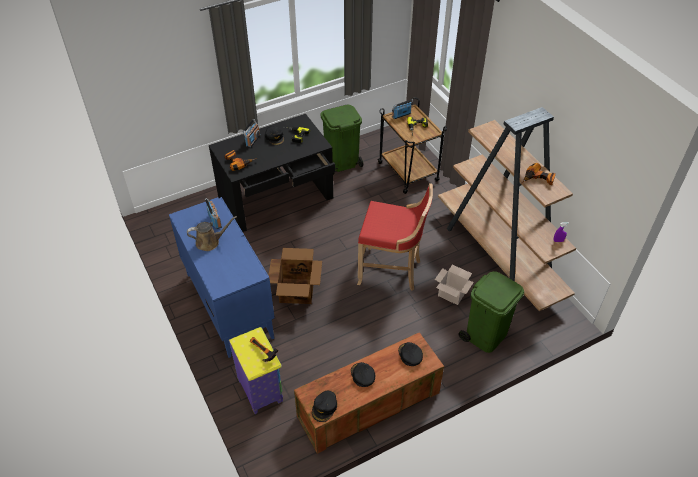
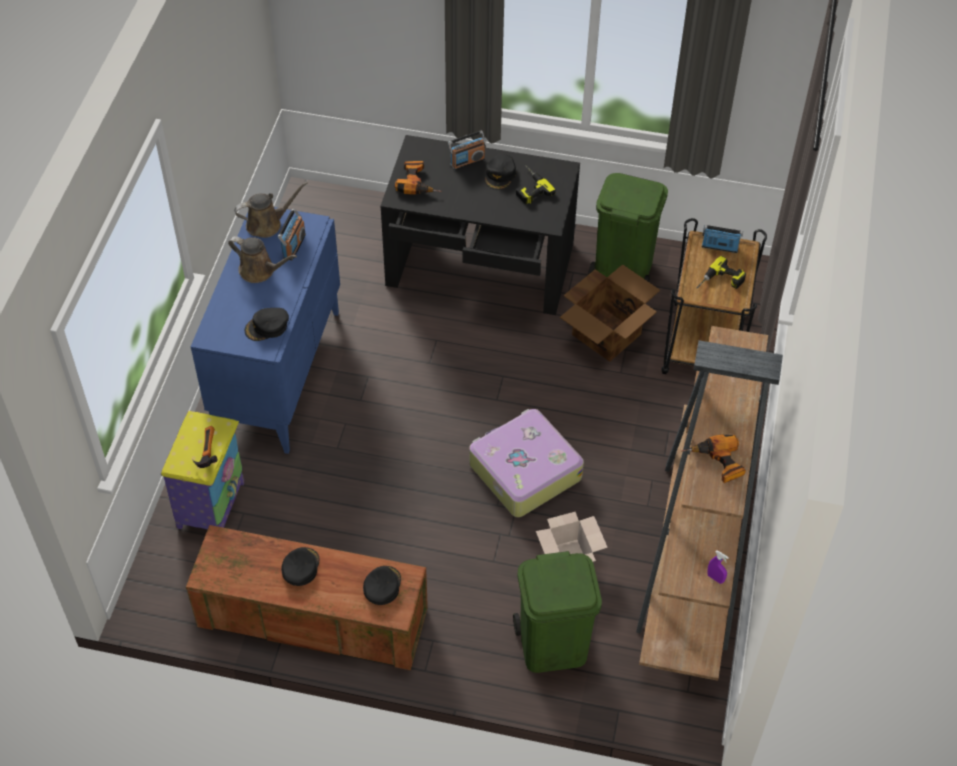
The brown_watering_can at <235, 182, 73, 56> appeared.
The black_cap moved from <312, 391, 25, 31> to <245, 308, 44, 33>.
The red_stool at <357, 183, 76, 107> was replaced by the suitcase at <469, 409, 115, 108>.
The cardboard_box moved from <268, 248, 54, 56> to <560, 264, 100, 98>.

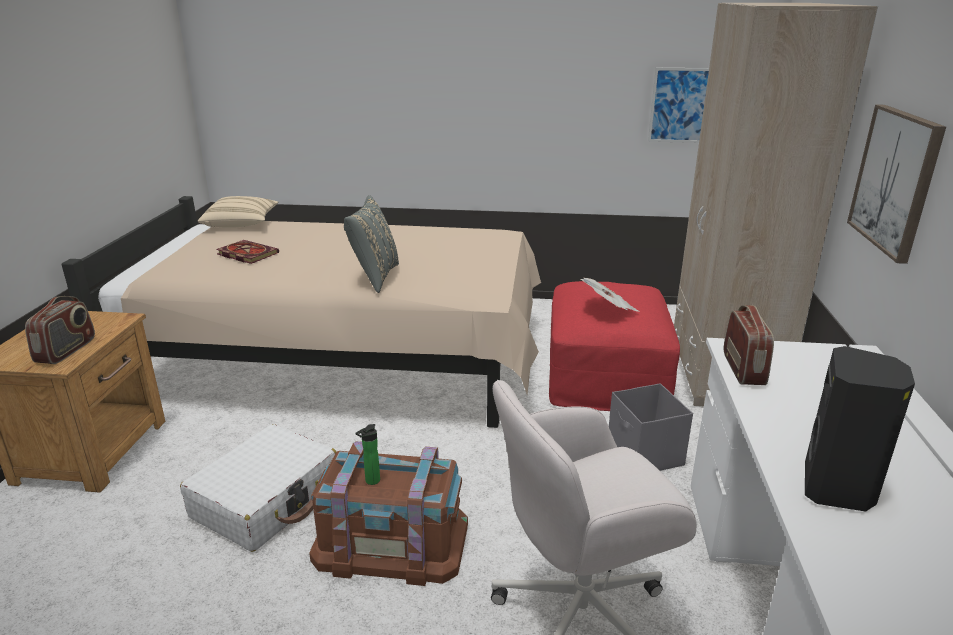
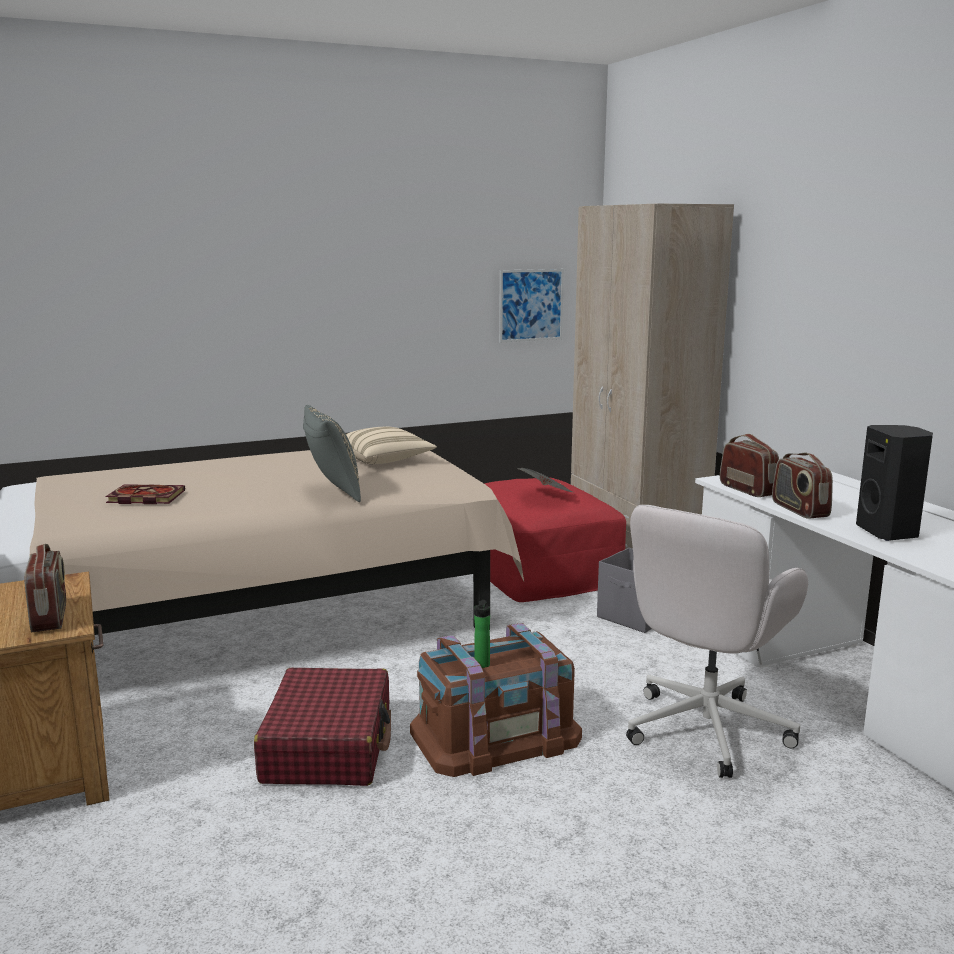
The white_suitcase at <180, 424, 156, 128> became the red_suitcase at <254, 668, 137, 118>.
The beige_pillow moved from <198, 196, 81, 32> to <346, 427, 91, 37>.
The radio at <772, 453, 61, 66> appeared.
The picture at <847, 105, 99, 159> disappeared.

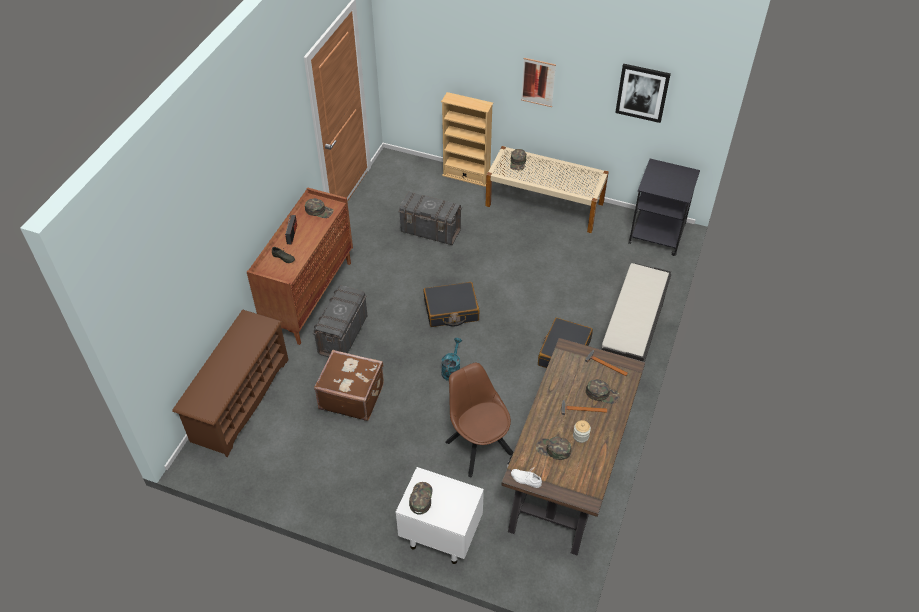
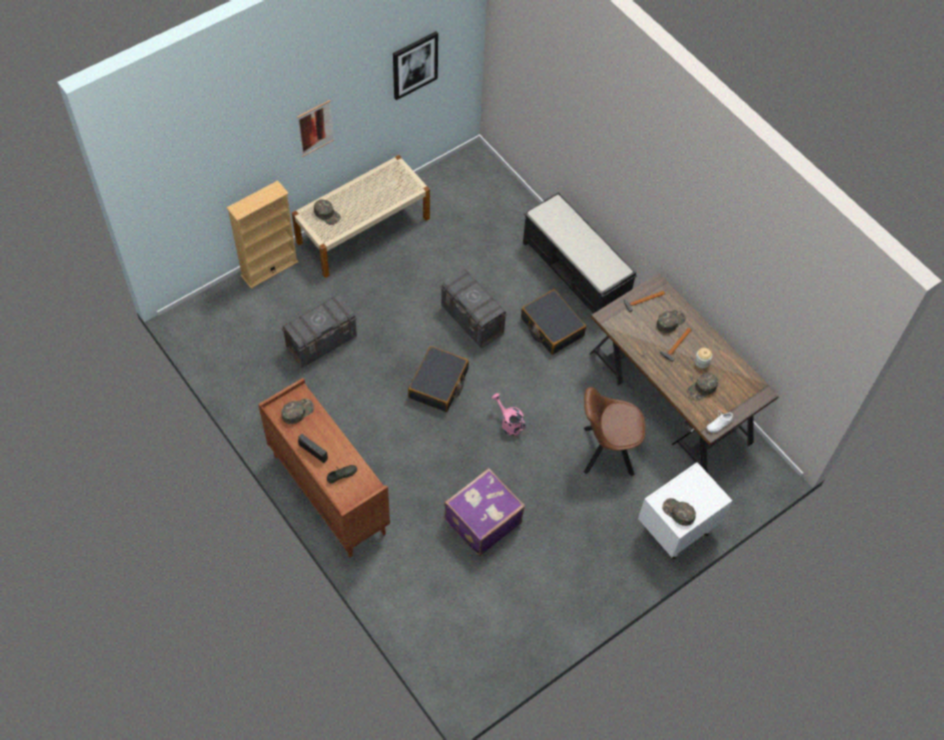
The grey_storage_box moved from <313, 285, 54, 72> to <440, 269, 67, 79>.
The brown_suitcase at <314, 350, 70, 71> became the purple_suitcase at <444, 468, 81, 88>.
The turquoise_watering_can at <441, 338, 21, 43> became the pink_watering_can at <492, 393, 34, 43>.
The brown_shoe_rack at <172, 310, 116, 147> disappeared.
The black_cart at <628, 159, 72, 97> disappeared.

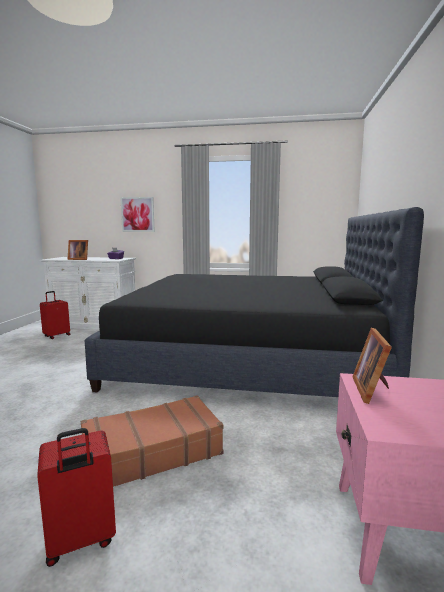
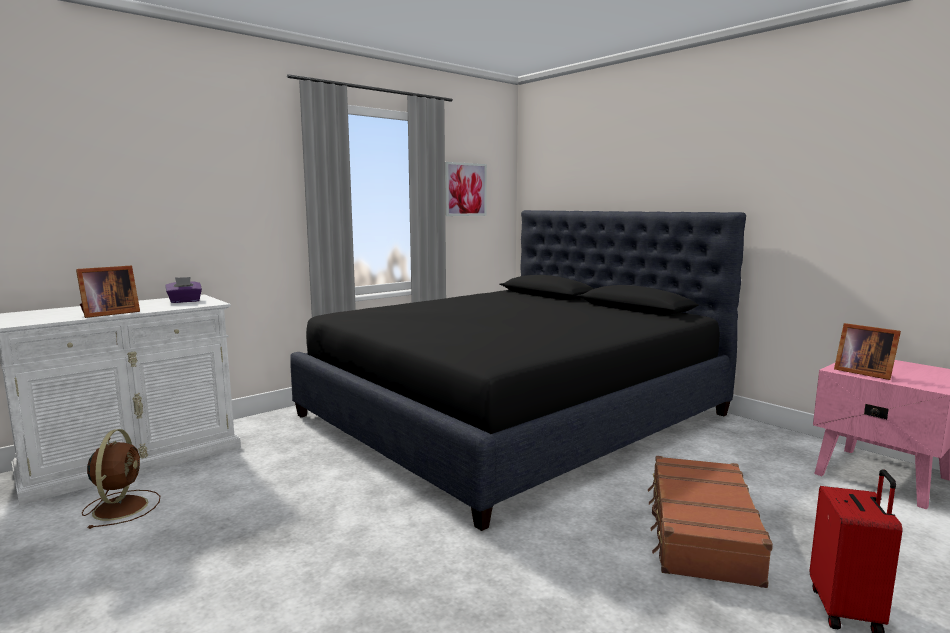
The red_suitcase at <40, 291, 30, 48> was replaced by the brown_fan at <82, 429, 78, 100>.
The picture moved from <120, 197, 35, 35> to <445, 162, 42, 54>.

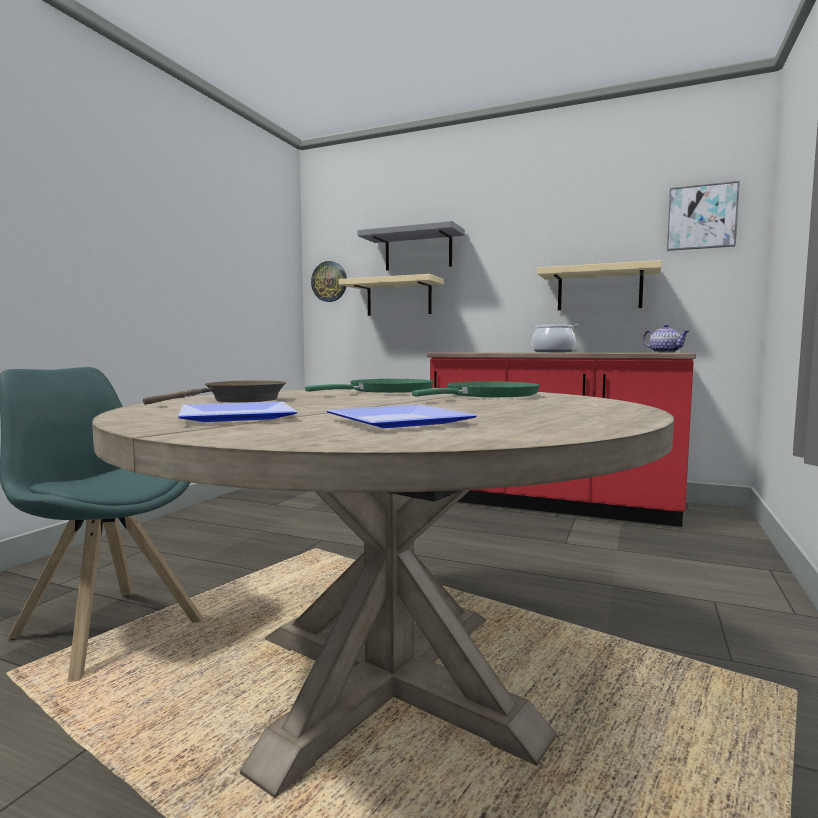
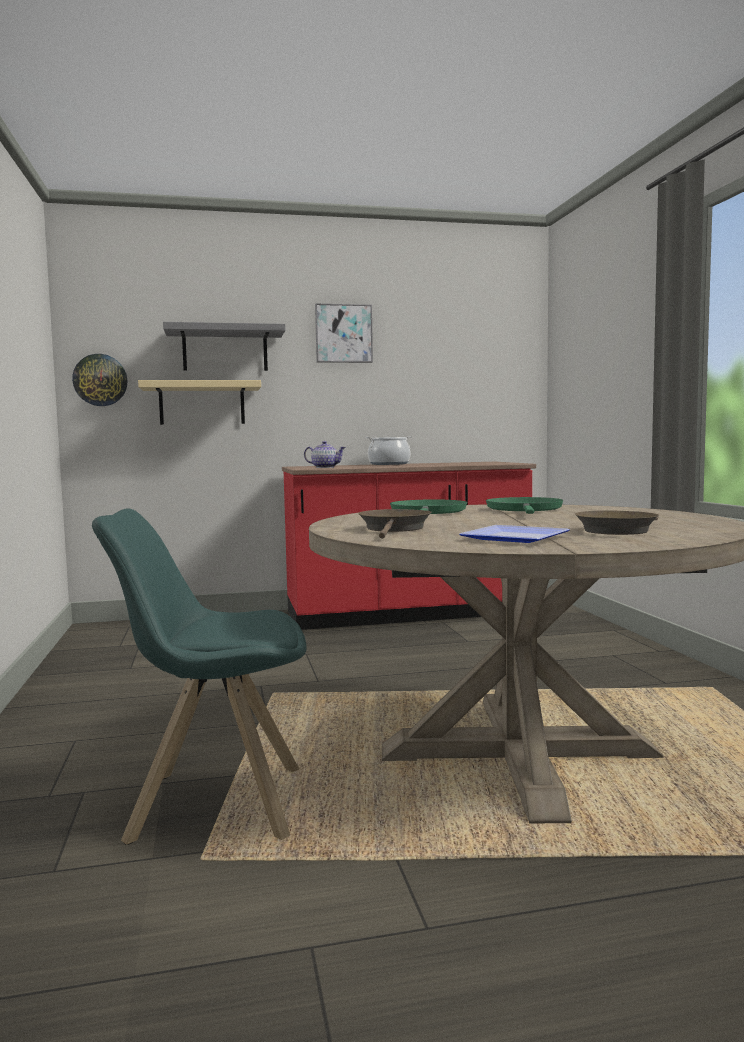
The teapot moved from <643, 324, 46, 29> to <304, 441, 42, 27>.
The picture moved from <667, 181, 73, 70> to <315, 304, 58, 59>.
The plate at <326, 404, 152, 24> was replaced by the brown_frying_pan at <575, 510, 84, 25>.
The beige_shelf at <537, 260, 125, 50> disappeared.

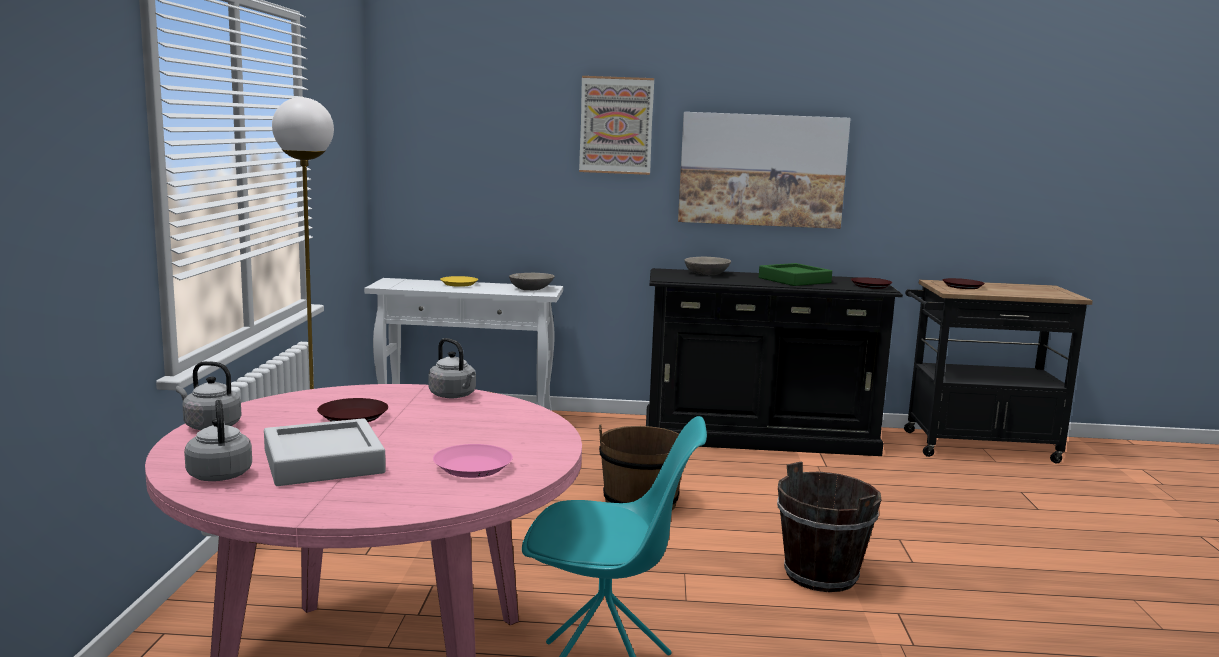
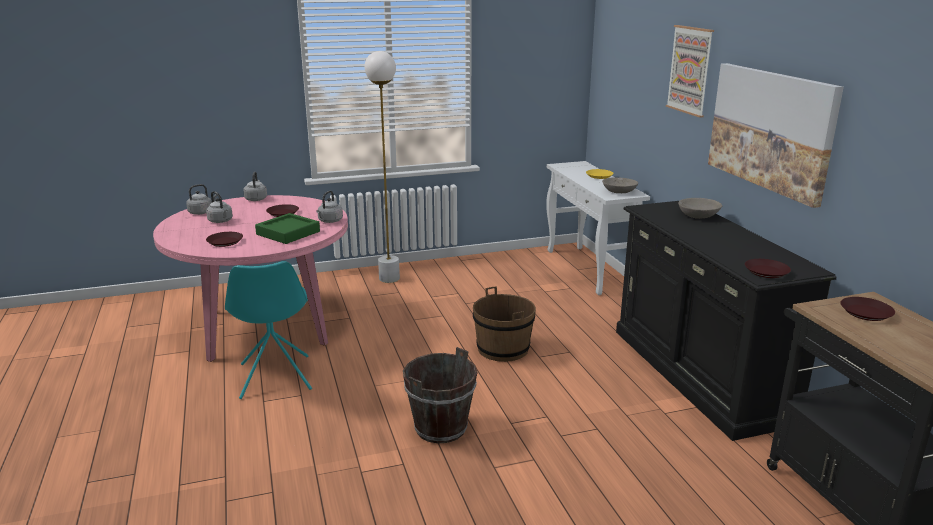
The grey_tray at <264, 418, 122, 68> was replaced by the grey_kettle at <206, 191, 27, 32>.
The pink_plate at <433, 444, 80, 34> became the brown_plate at <206, 232, 37, 15>.
The green_tray moved from <759, 263, 73, 23> to <255, 213, 65, 31>.

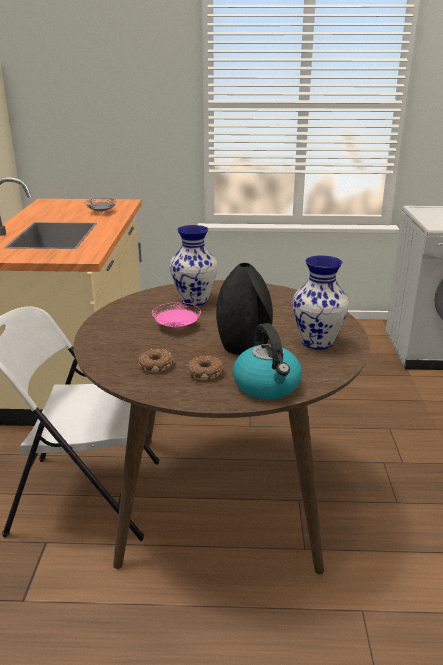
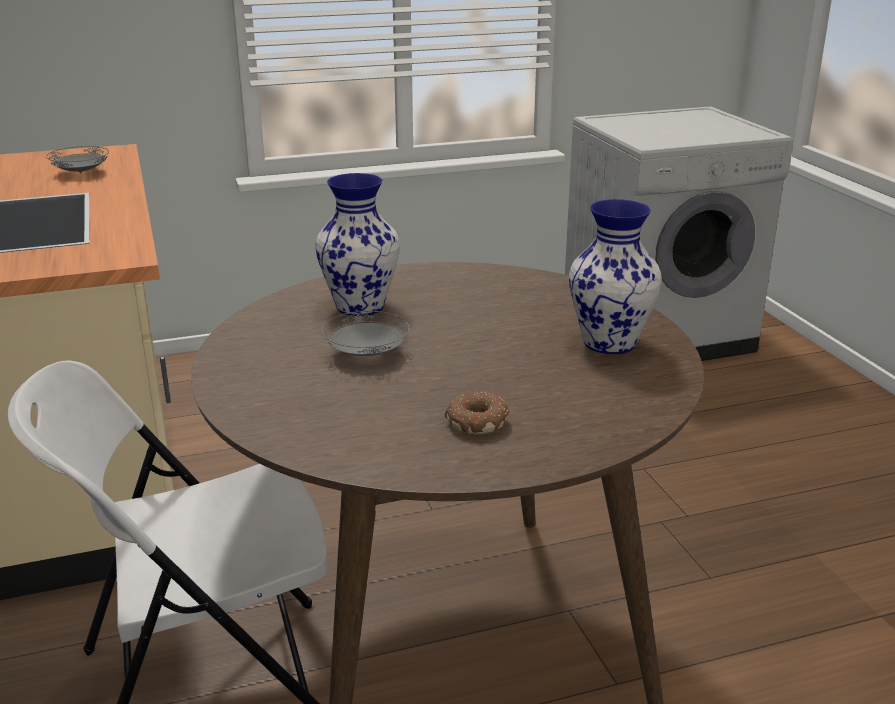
The pink_plate at <152, 302, 49, 26> became the grey_plate at <322, 311, 87, 45>.
The donut at <138, 349, 35, 23> disappeared.
The black_vase at <216, 263, 57, 92> disappeared.
The kettle at <233, 323, 69, 76> disappeared.

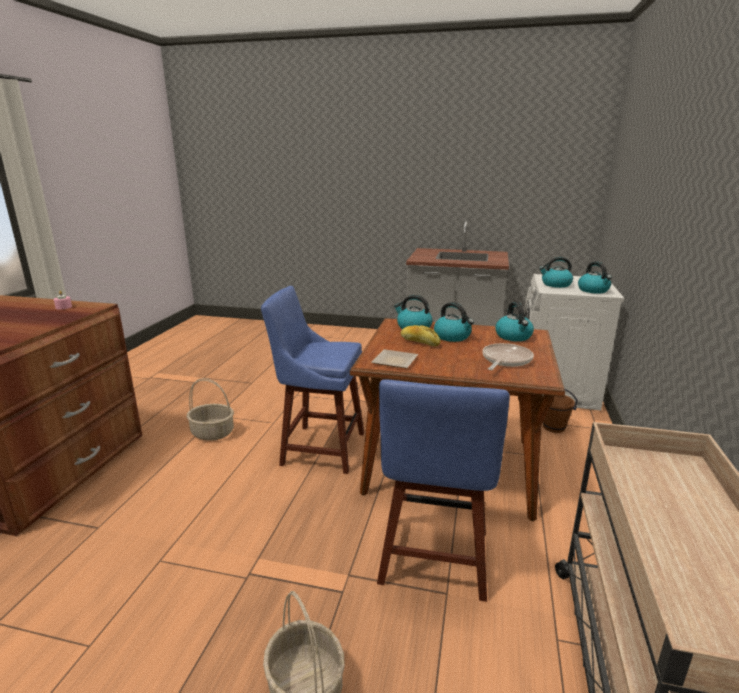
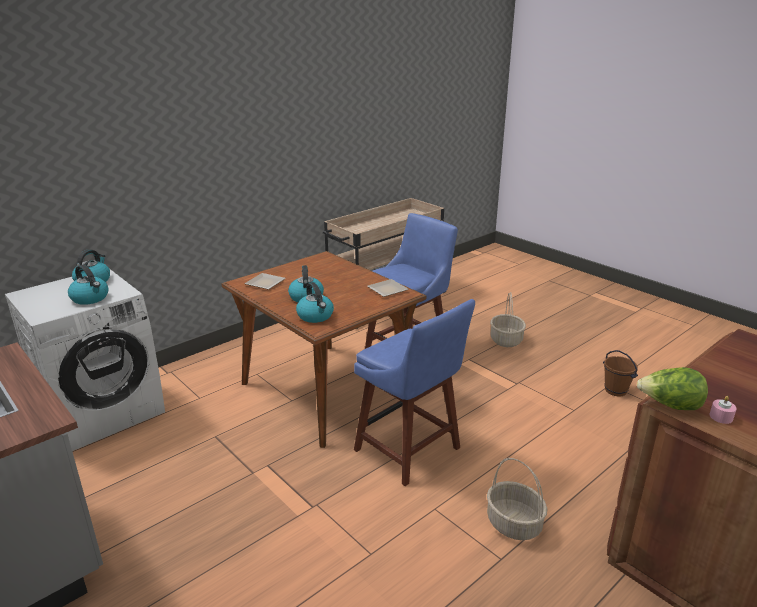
The kettle at <495, 302, 39, 39> was replaced by the plate at <244, 273, 42, 17>.
The brown_bucket moved from <542, 388, 36, 45> to <603, 350, 35, 47>.
The lettuce at <637, 367, 71, 43> appeared.
The bread at <401, 325, 39, 22> disappeared.
The frying_pan at <482, 343, 52, 27> disappeared.

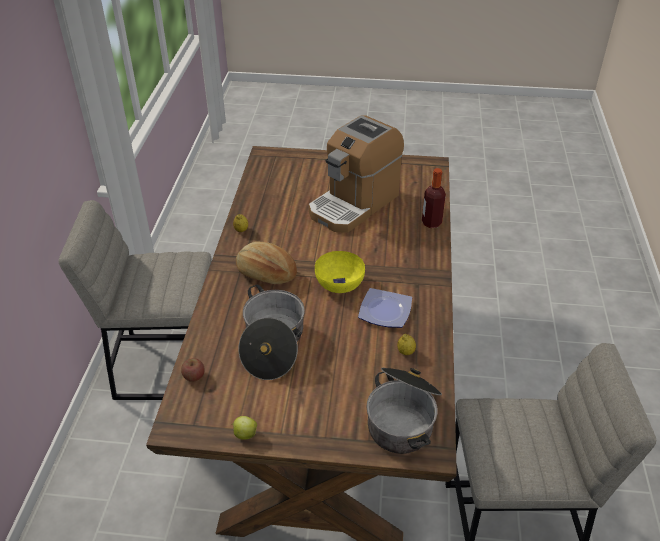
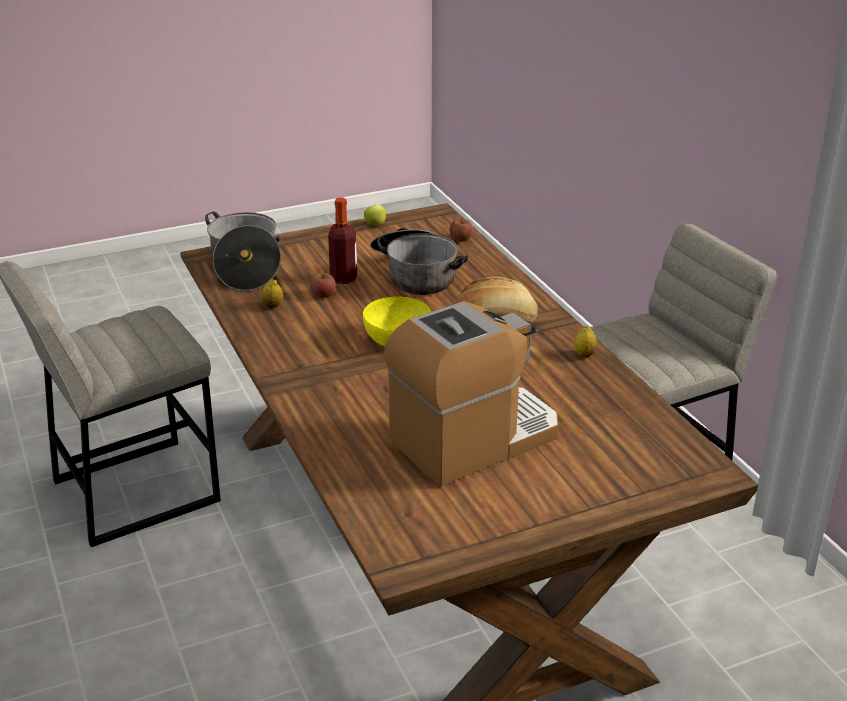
The apple at <310, 273, 26, 25> appeared.
The bottle moved from <422, 168, 24, 60> to <328, 198, 29, 86>.
The coffee_machine at <309, 115, 95, 118> turned 45 degrees clockwise.
The plate at <358, 288, 54, 40> disappeared.

